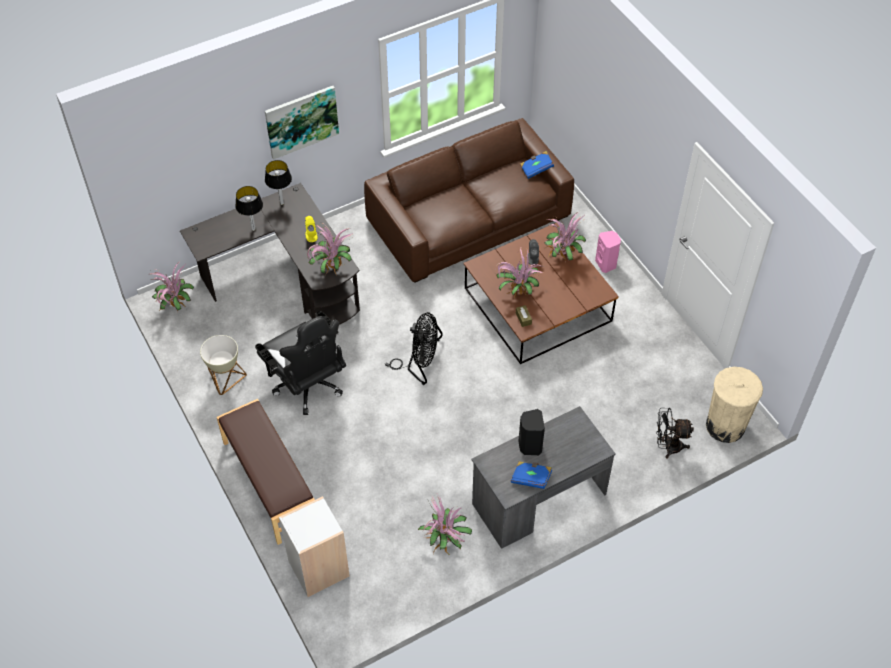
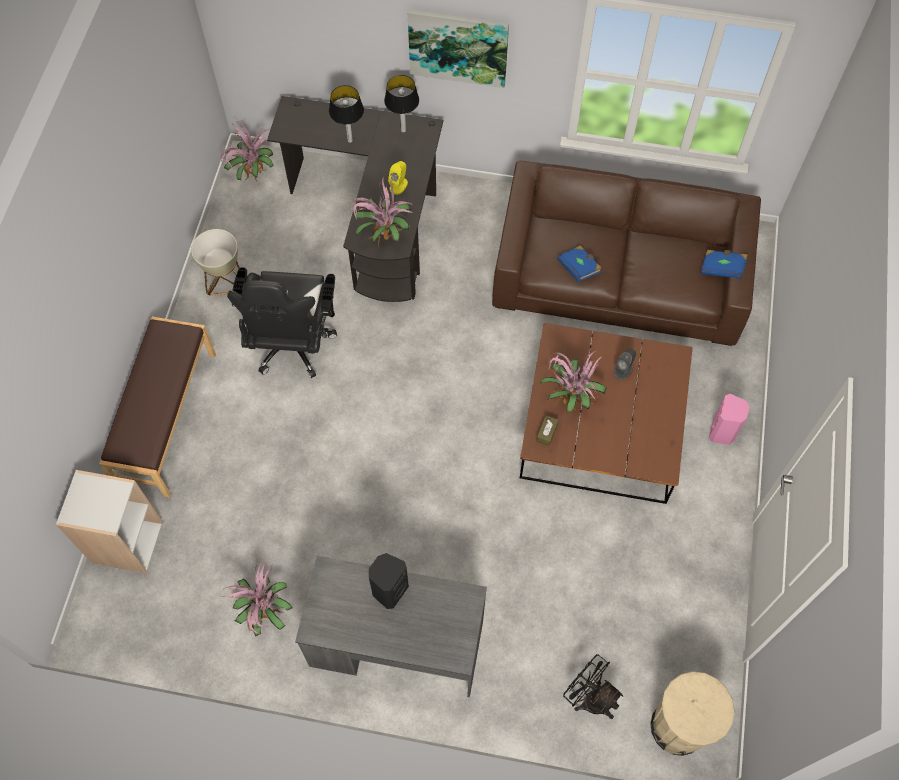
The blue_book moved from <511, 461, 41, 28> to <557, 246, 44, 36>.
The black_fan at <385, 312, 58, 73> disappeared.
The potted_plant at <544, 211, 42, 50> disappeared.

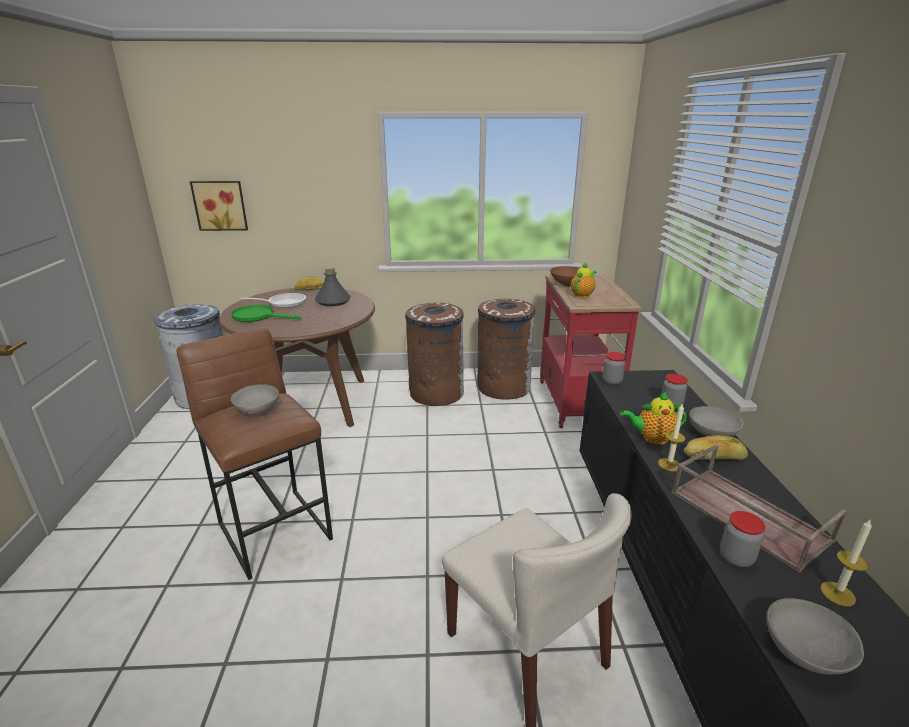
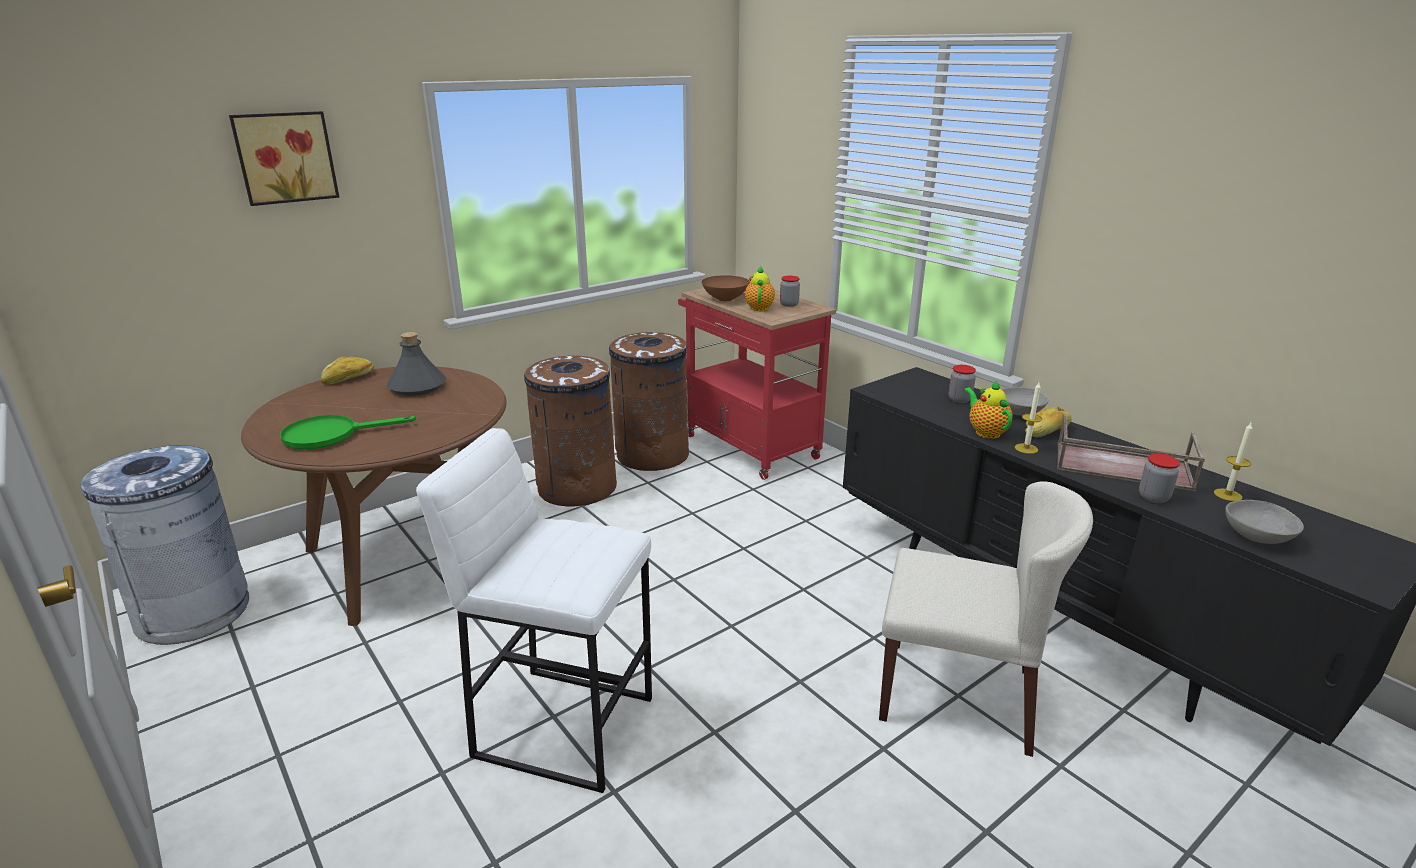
The picture moved from <190, 181, 58, 50> to <229, 111, 110, 95>.
The brown_stool at <176, 327, 157, 253> became the white_stool at <416, 428, 236, 365>.
The jar moved from <602, 352, 24, 33> to <780, 276, 20, 31>.
The teapot at <620, 391, 67, 54> turned 105 degrees clockwise.
The grey_bowl at <231, 384, 48, 31> disappeared.
The frying_pan at <241, 293, 65, 15> disappeared.

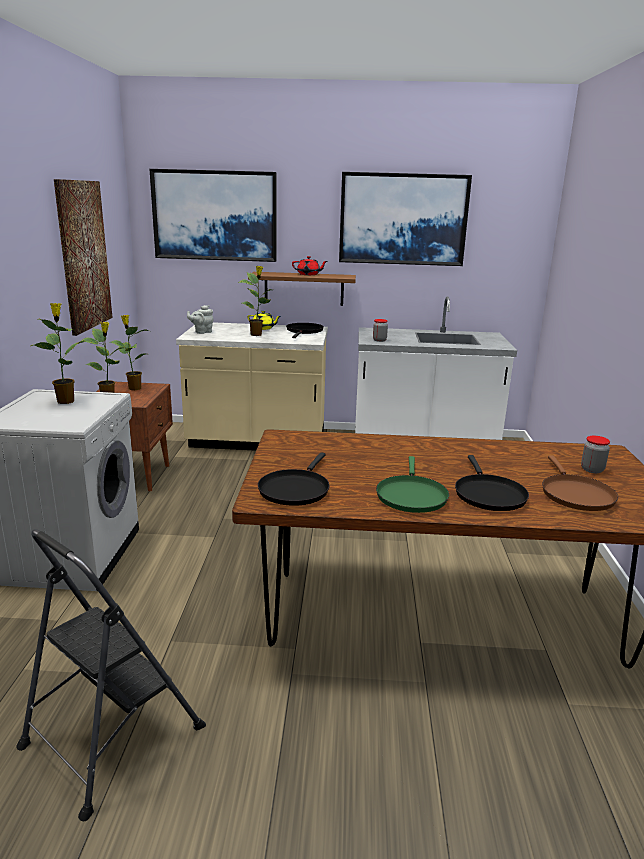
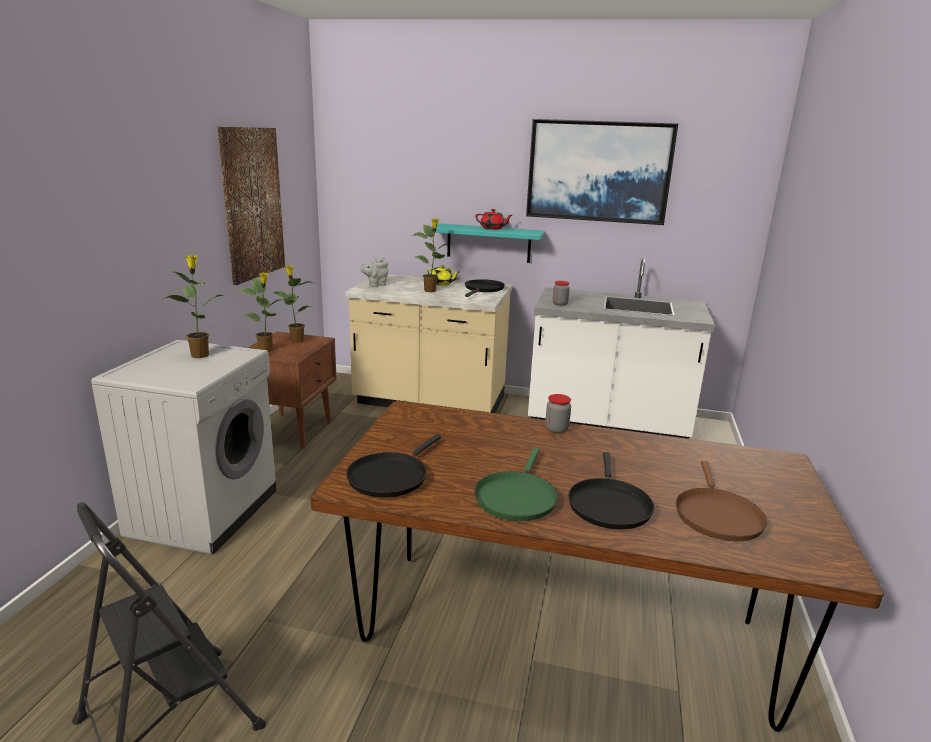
The brown_shelf at <248, 272, 108, 34> became the turquoise_shelf at <431, 223, 114, 40>.
The jar moved from <581, 436, 29, 37> to <545, 394, 26, 39>.
The picture at <149, 169, 128, 93> disappeared.

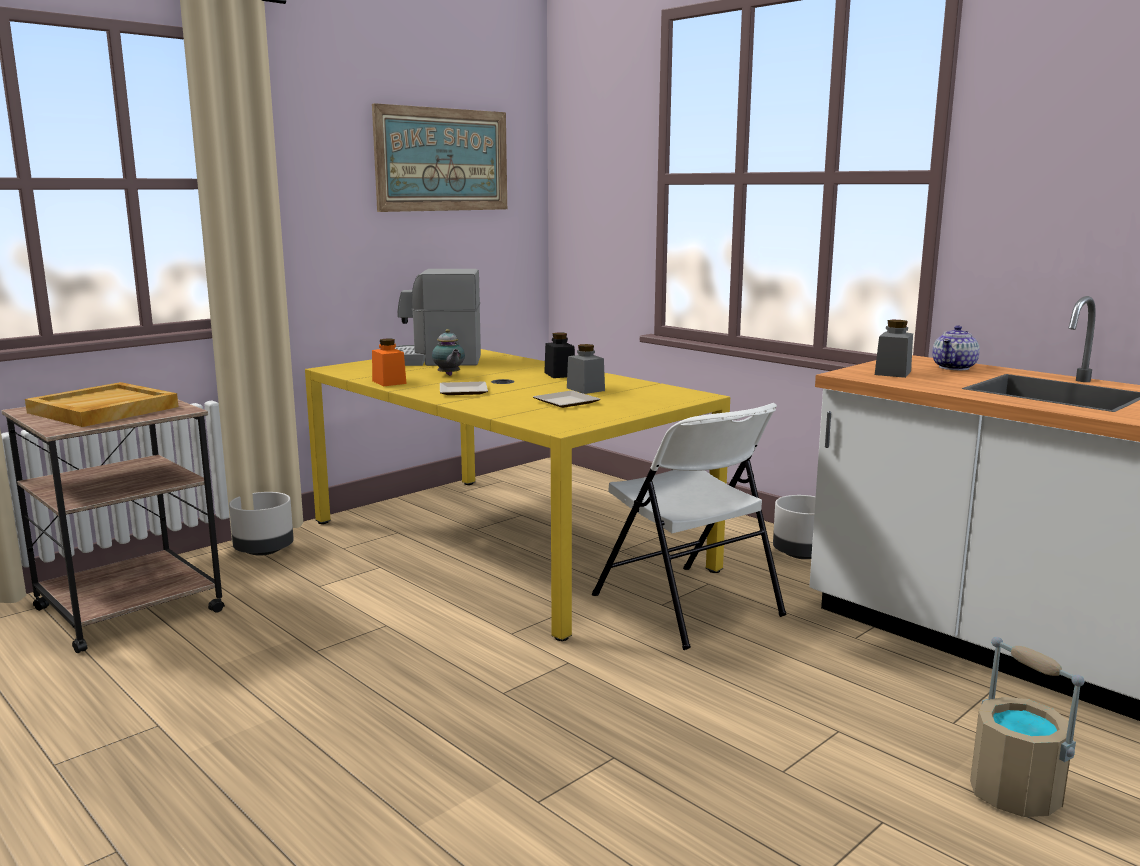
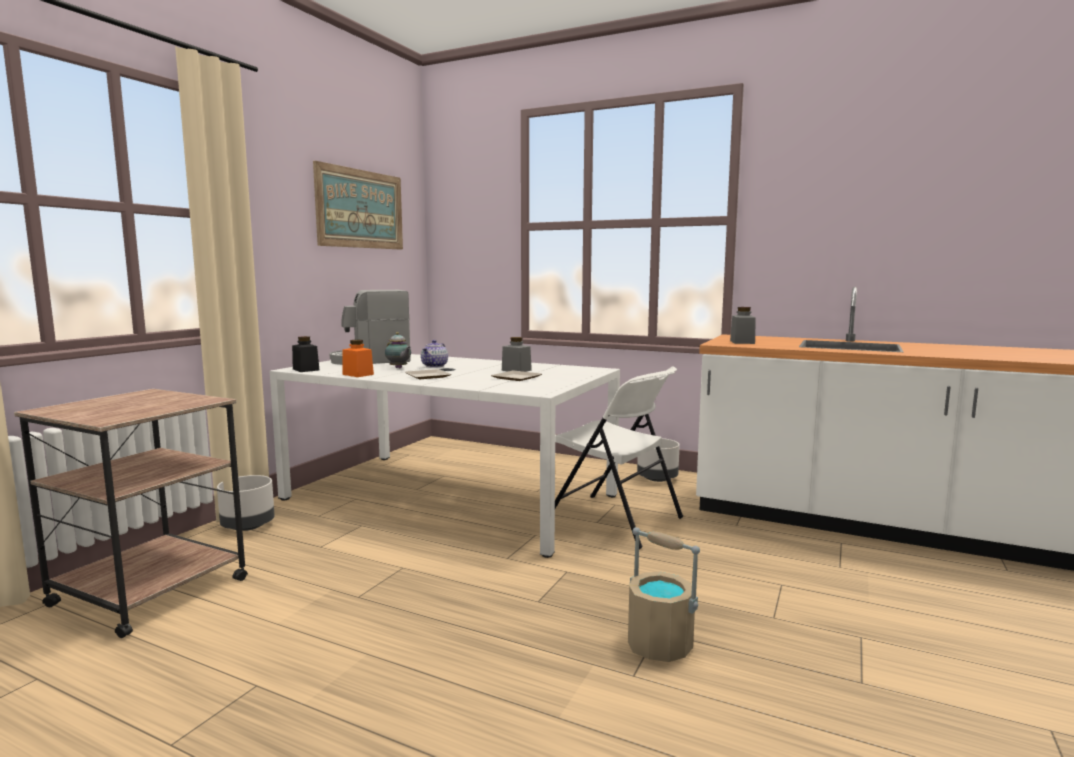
The yellow_dining_table at <305, 349, 425, 292> became the white_dining_table at <270, 354, 350, 204>.
The black_jar moved from <544, 333, 31, 45> to <292, 336, 27, 36>.
The teapot moved from <932, 325, 48, 45> to <421, 340, 27, 28>.
The beige_bucket moved from <970, 637, 115, 180> to <628, 527, 72, 135>.
The beige_tray at <25, 382, 154, 45> disappeared.

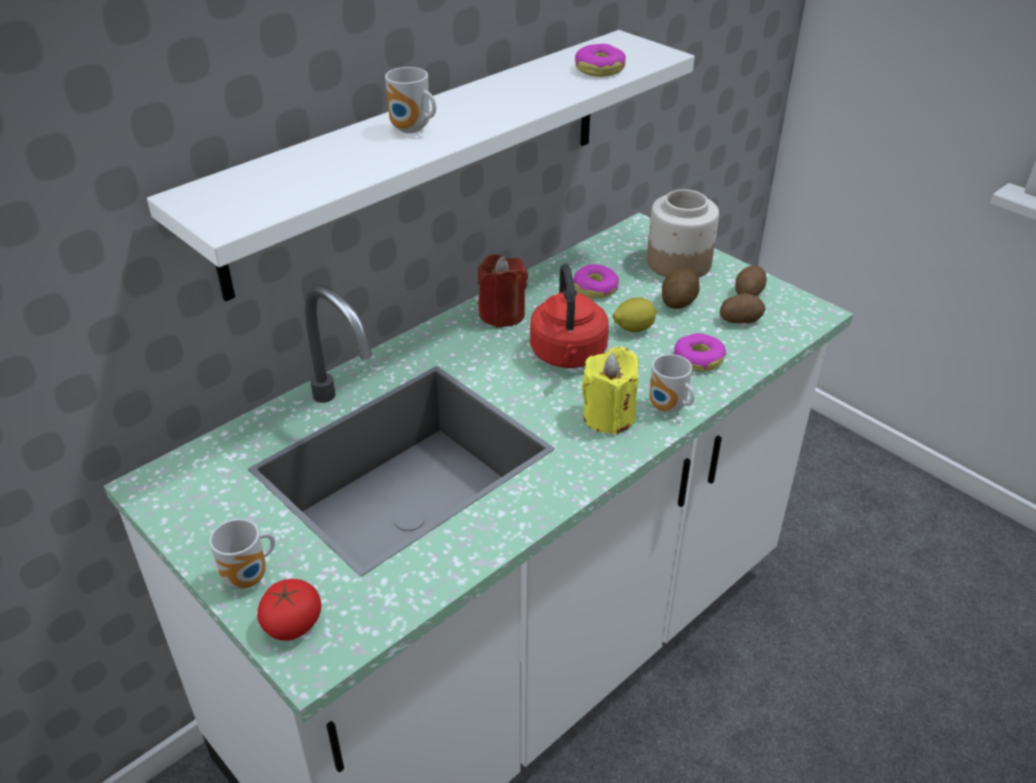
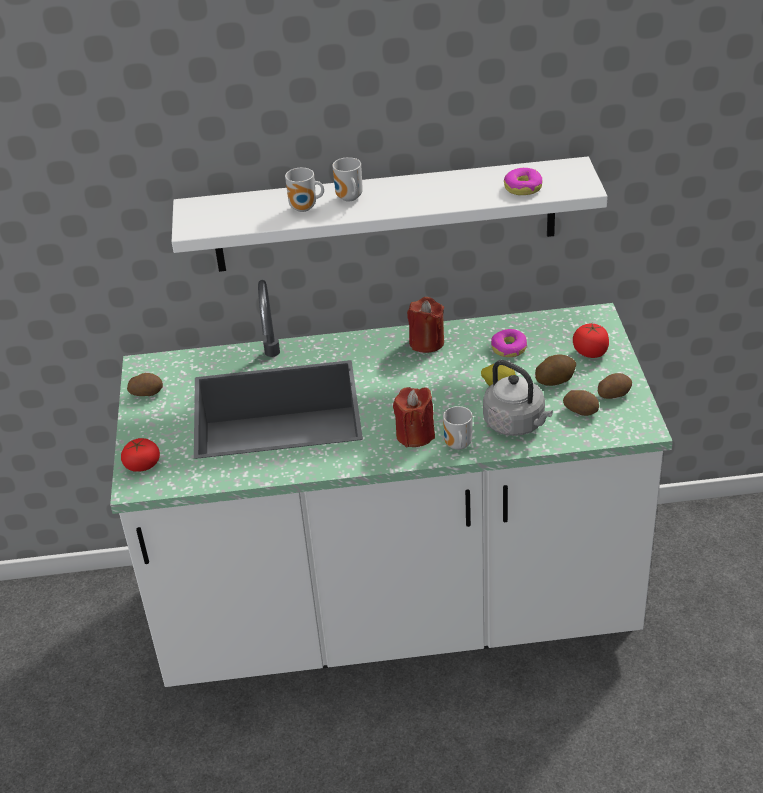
The potato at <127, 373, 36, 23> appeared.
The mug moved from <210, 519, 65, 70> to <285, 168, 39, 44>.
The yellow_candle at <582, 347, 57, 88> became the red_candle at <393, 387, 42, 60>.
The donut at <674, 333, 52, 38> was replaced by the grey_kettle at <483, 360, 70, 76>.
The jar at <647, 190, 72, 88> was replaced by the tomato at <573, 323, 36, 35>.
The red_kettle at <530, 263, 79, 105> disappeared.

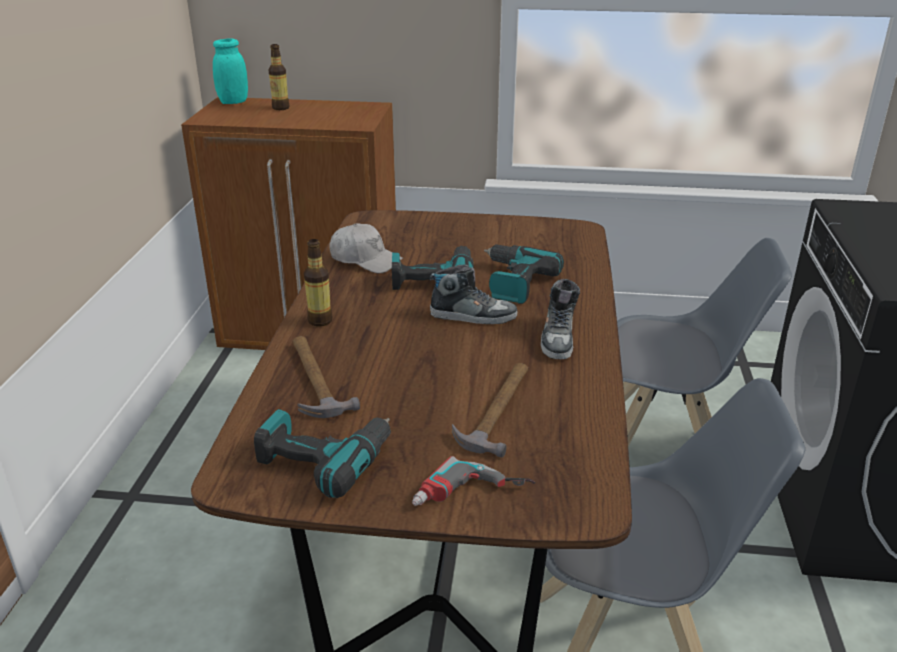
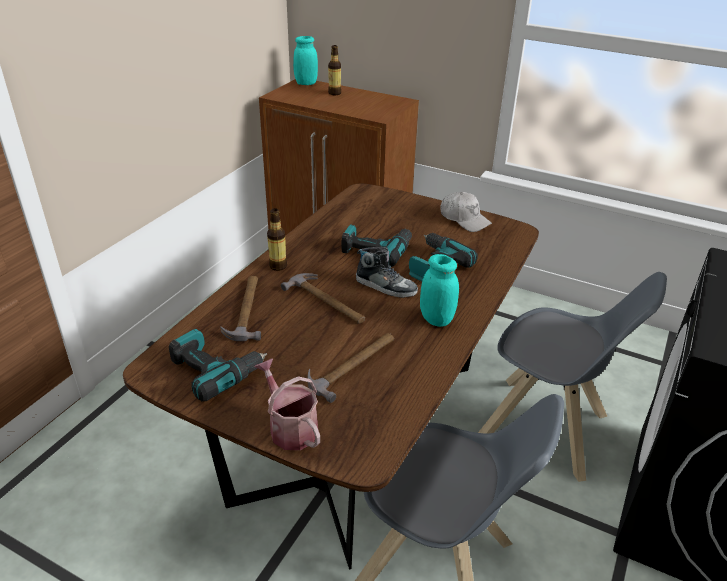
The power_drill at <412, 456, 123, 50> was replaced by the watering_can at <254, 359, 66, 91>.
The hammer at <281, 273, 84, 51> appeared.
The shoe at <541, 279, 39, 80> was replaced by the turquoise_jar at <420, 254, 39, 73>.
The white_cap moved from <329, 224, 74, 50> to <441, 192, 51, 40>.

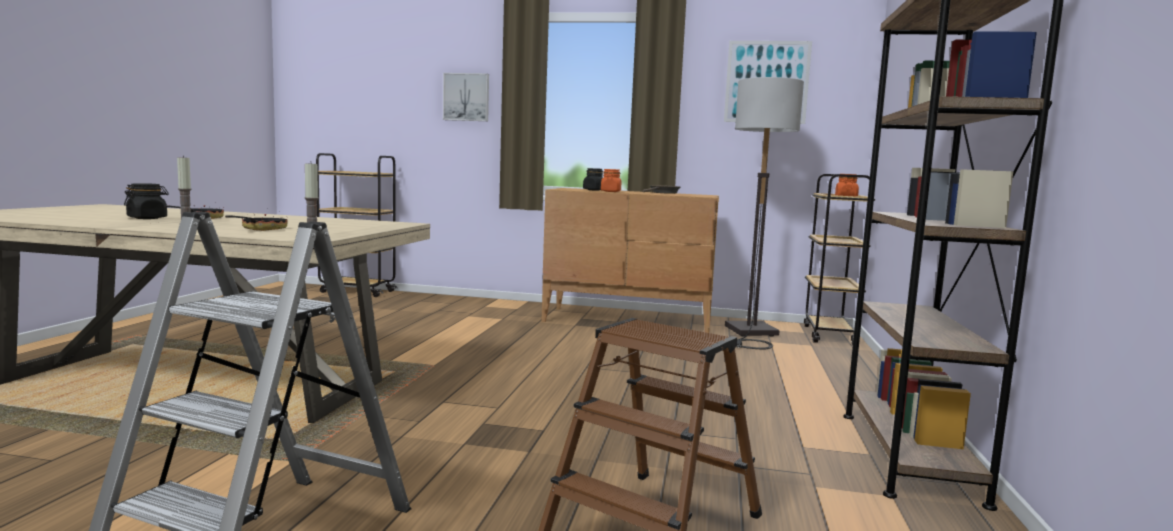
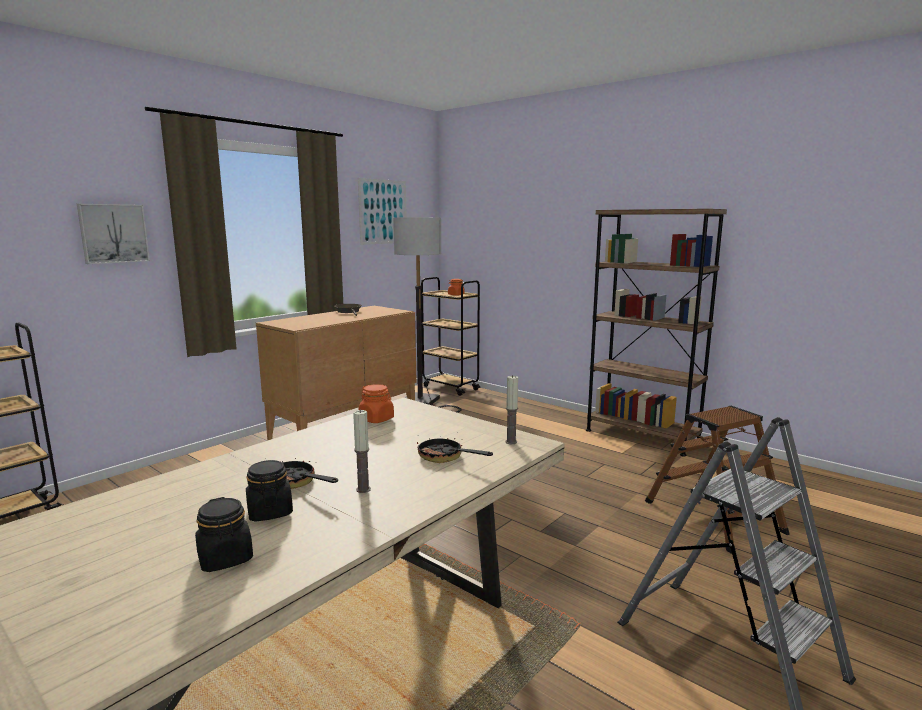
The black_jar moved from <583, 168, 20, 23> to <195, 497, 58, 75>.
The orange_jar moved from <601, 169, 20, 23> to <358, 384, 36, 39>.

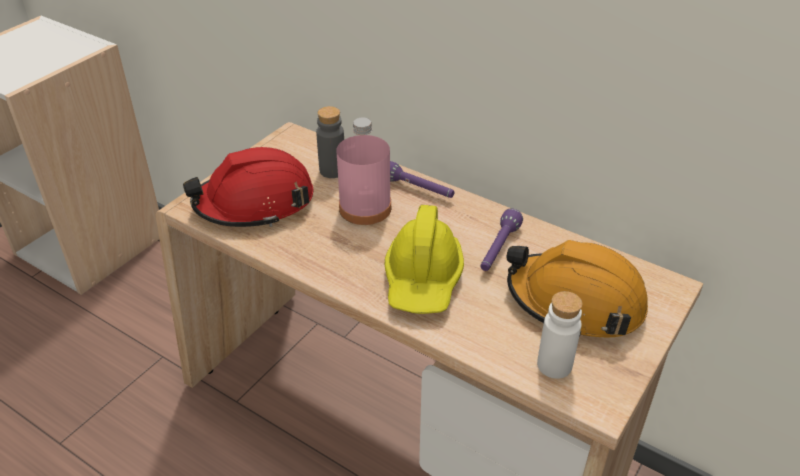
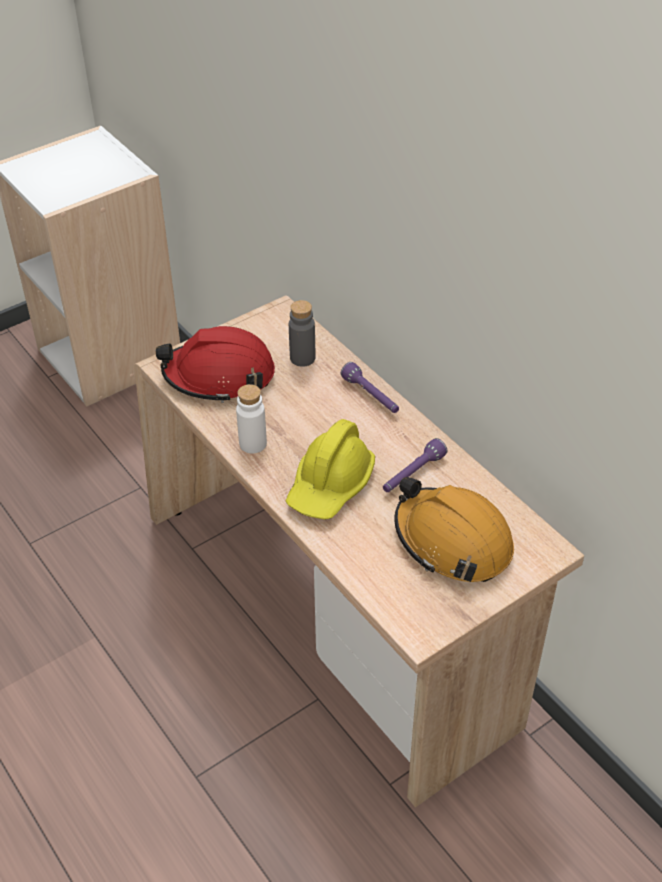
The white_bottle moved from <537, 291, 45, 88> to <236, 384, 31, 70>.
The pink_bottle at <337, 118, 54, 107> disappeared.

